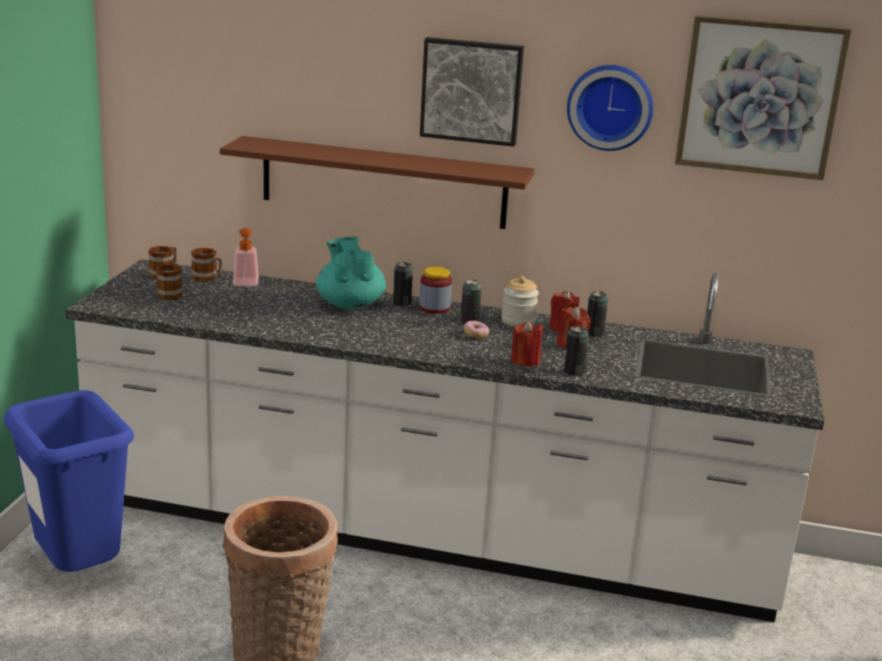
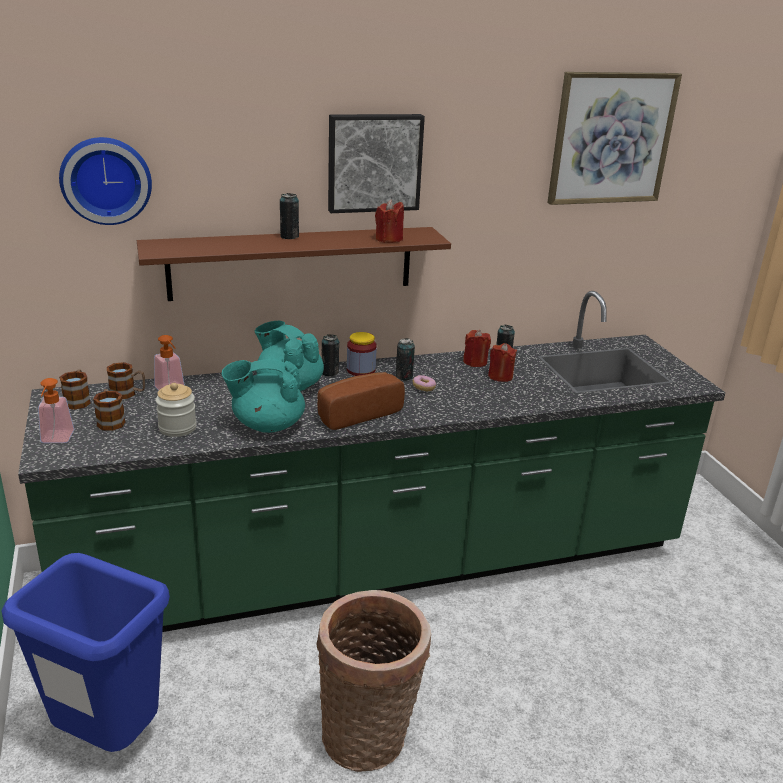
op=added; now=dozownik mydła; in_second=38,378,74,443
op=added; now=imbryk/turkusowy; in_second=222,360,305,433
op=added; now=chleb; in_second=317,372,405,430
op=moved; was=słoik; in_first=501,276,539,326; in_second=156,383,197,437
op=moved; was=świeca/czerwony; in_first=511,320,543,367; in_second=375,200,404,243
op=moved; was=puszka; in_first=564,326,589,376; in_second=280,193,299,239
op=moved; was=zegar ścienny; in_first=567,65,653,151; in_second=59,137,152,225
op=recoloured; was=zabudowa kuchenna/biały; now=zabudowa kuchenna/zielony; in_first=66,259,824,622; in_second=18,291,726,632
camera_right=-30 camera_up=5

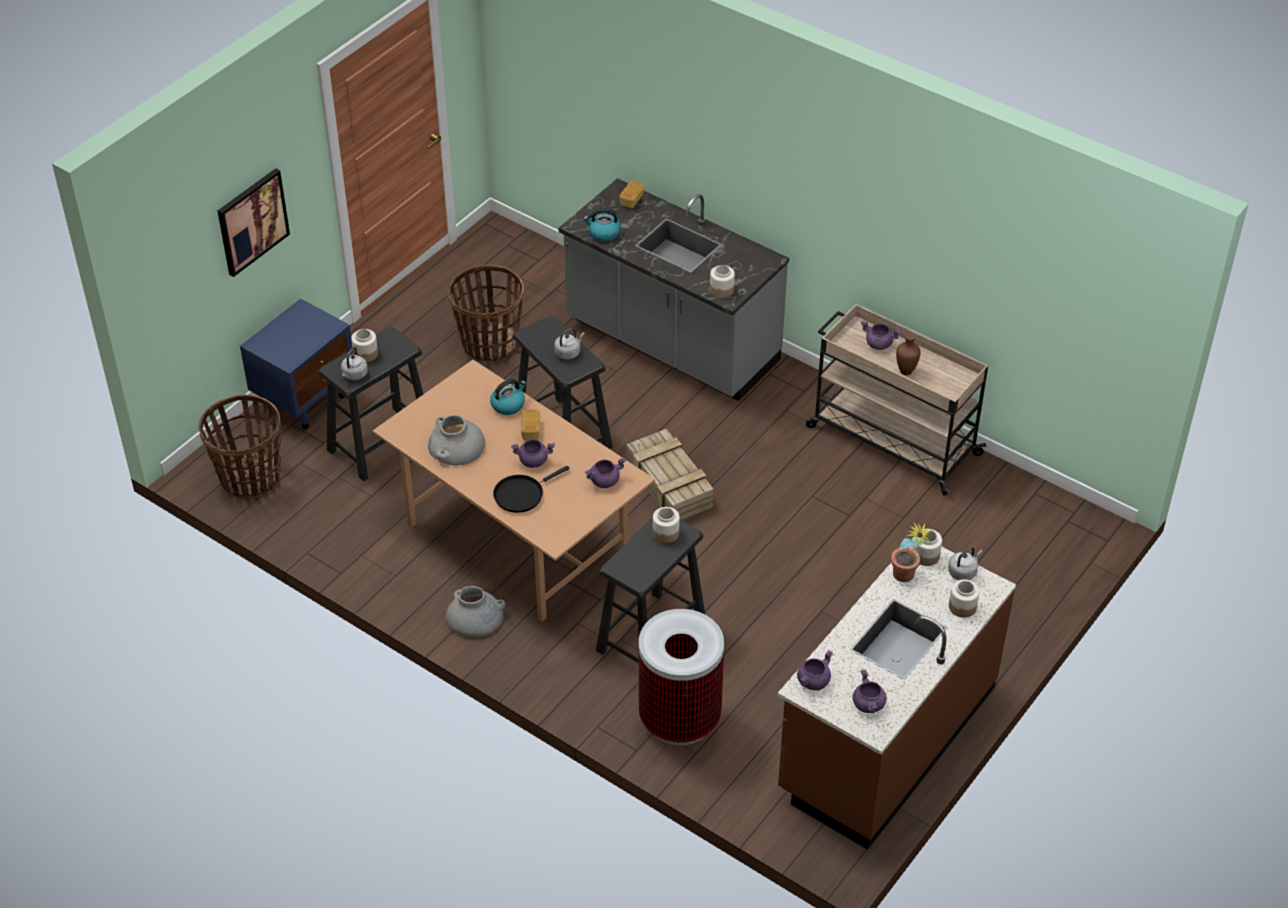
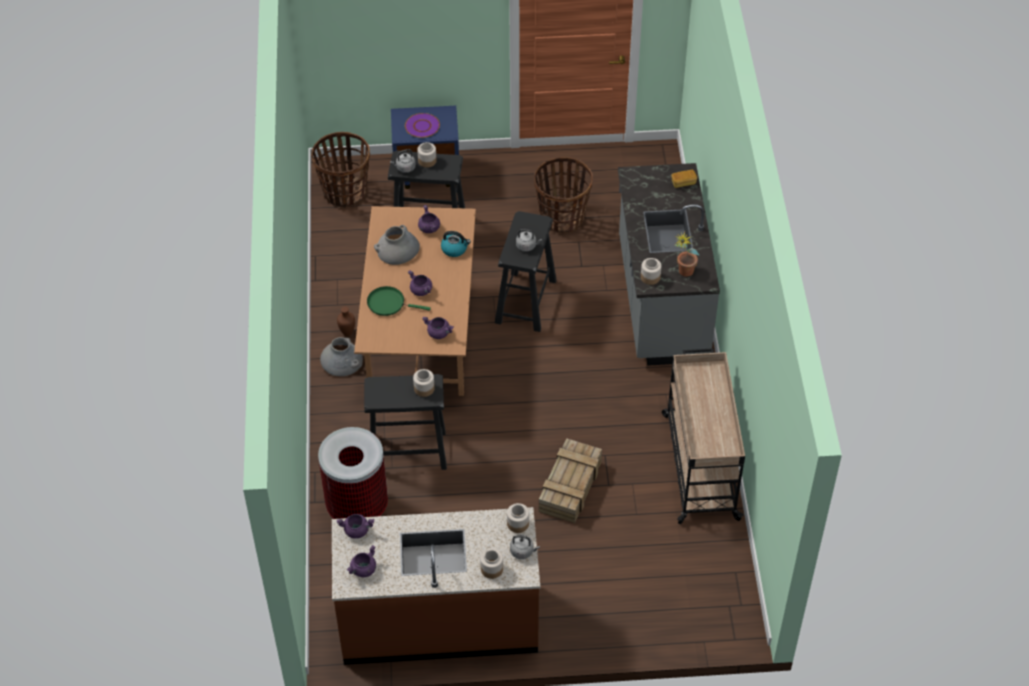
op=removed; was=obraz; in_first=218,168,290,277
op=removed; was=chleb; in_first=521,409,540,440
op=removed; was=czajnik; in_first=584,208,621,241
op=added; now=talerz/fioletowy; in_second=405,113,440,138
op=moved; was=skrzynka; in_first=626,429,714,520; in_second=539,438,602,523
op=moved; was=garnek/fioletowy; in_first=861,321,901,350; in_second=418,205,440,233
op=moved; was=roślina doniczkowa; in_first=891,522,933,582; in_second=674,233,699,276
op=moved; was=wazon/brązowy; in_first=896,333,921,375; in_second=337,307,355,336
op=recoloured; was=patelnia/czarny; now=patelnia/zielony; in_first=493,466,569,513; in_second=367,286,431,316
camera_right=50 camera_up=5

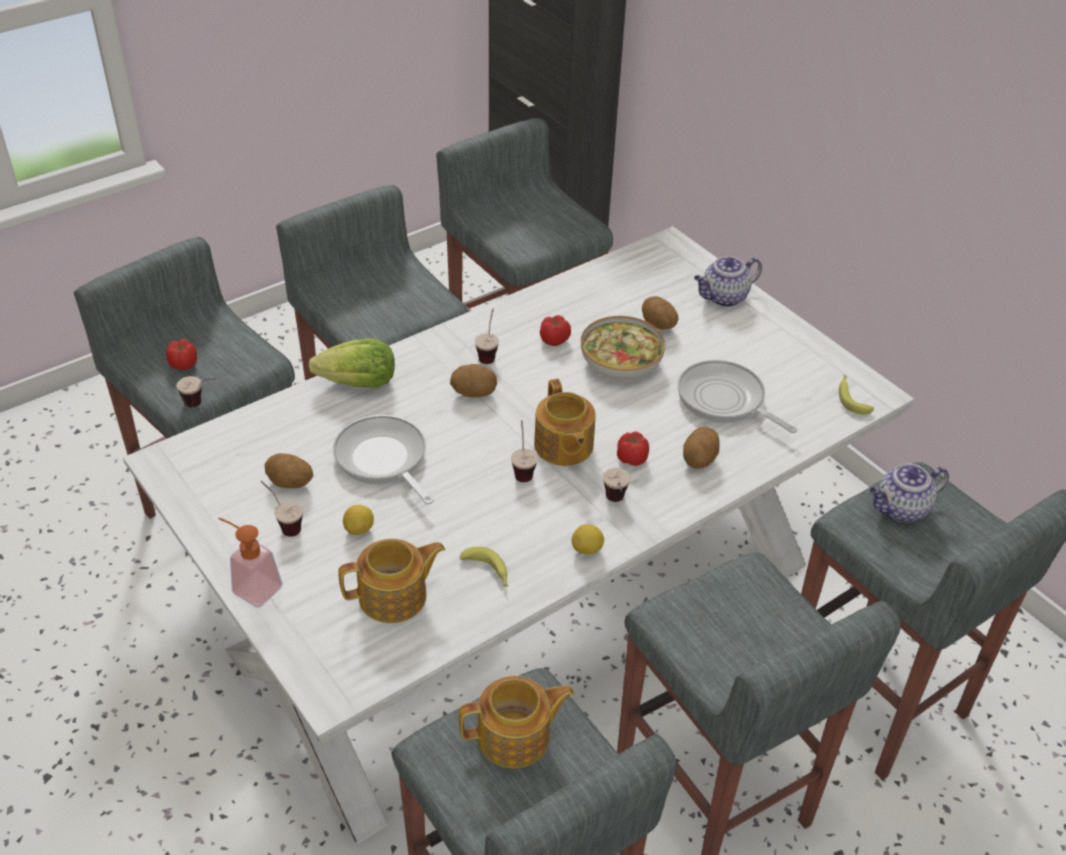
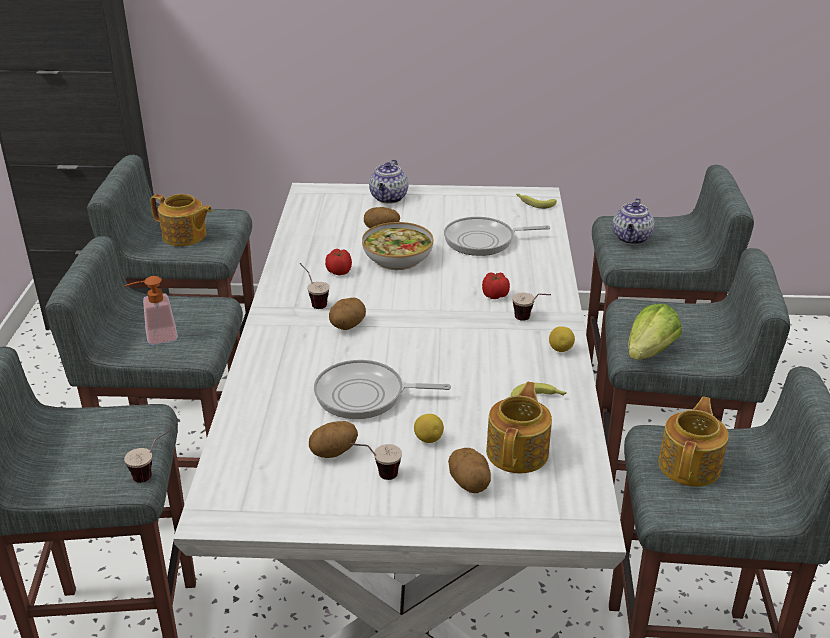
op=removed; was=pomidor; in_first=166,339,197,370
op=removed; was=filiżanka; in_first=511,420,538,482
op=moved; was=dozownik mydła; in_first=218,517,283,608; in_second=123,276,178,345
op=moved; was=sałata; in_first=308,339,395,388; in_second=628,304,682,360
op=moved; was=imbryk; in_first=534,379,596,466; in_second=151,194,212,246
op=moved; was=ziemniak; in_first=683,427,720,469; in_second=448,448,491,493
camera_right=-50 camera_up=-10

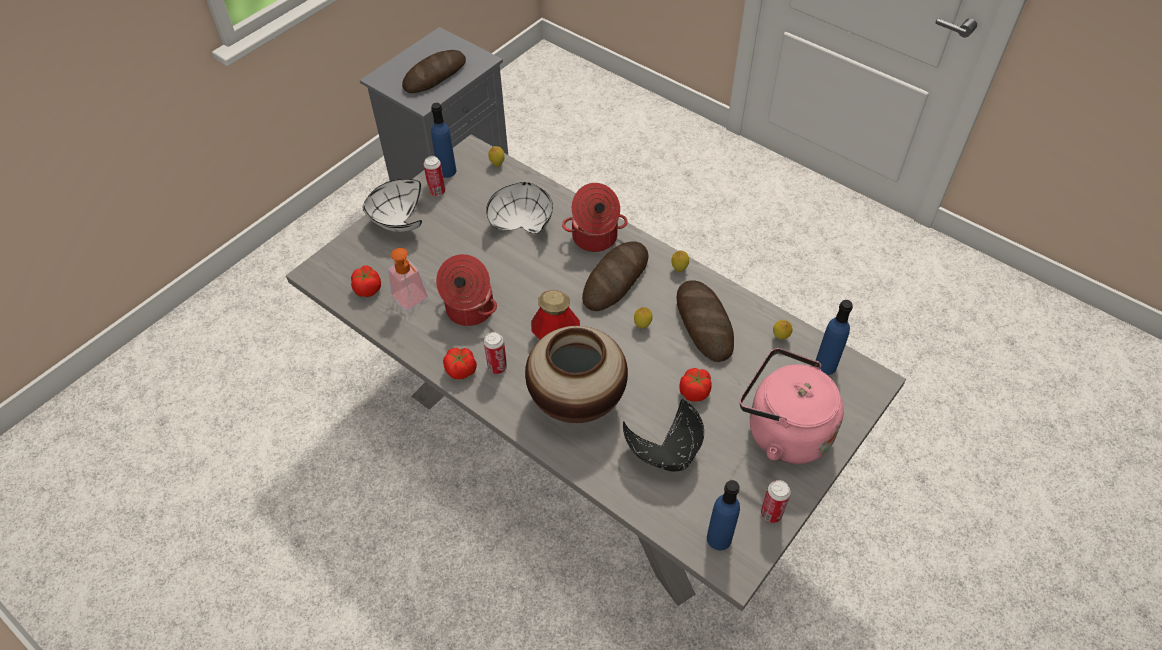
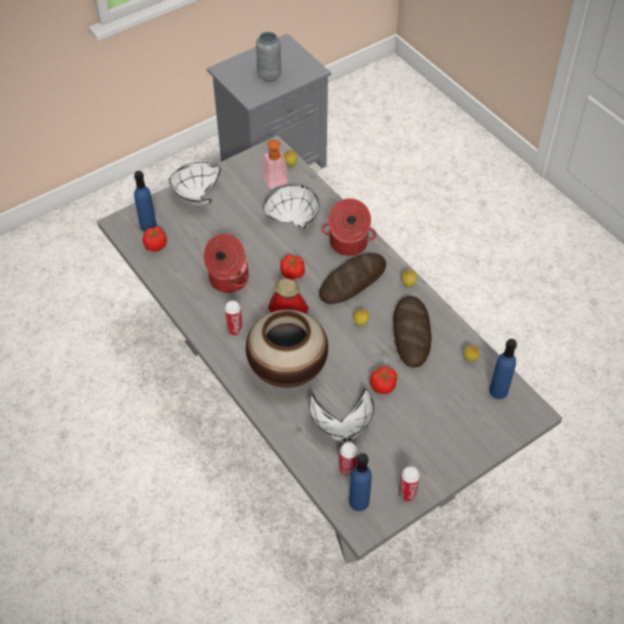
op=removed; was=czajnik/różowy; in_first=740,348,844,464
op=moved; was=dozownik mydła; in_first=388,248,428,310; in_second=262,140,289,189
op=moved; was=puszka; in_first=424,156,445,196; in_second=339,442,358,477
op=moved; was=butelka/niebieski; in_first=431,103,456,178; in_second=134,171,157,232
op=moved; was=pomidor; in_first=443,348,477,379; in_second=280,254,305,279
op=replaced; was=chleb; now=wazon/szary; in_first=402,50,466,94; in_second=256,32,281,82
op=recoloured; was=miska/czarny; now=miska/biały; in_first=623,399,704,471; in_second=309,388,374,443
camera_right=15 camera_up=0

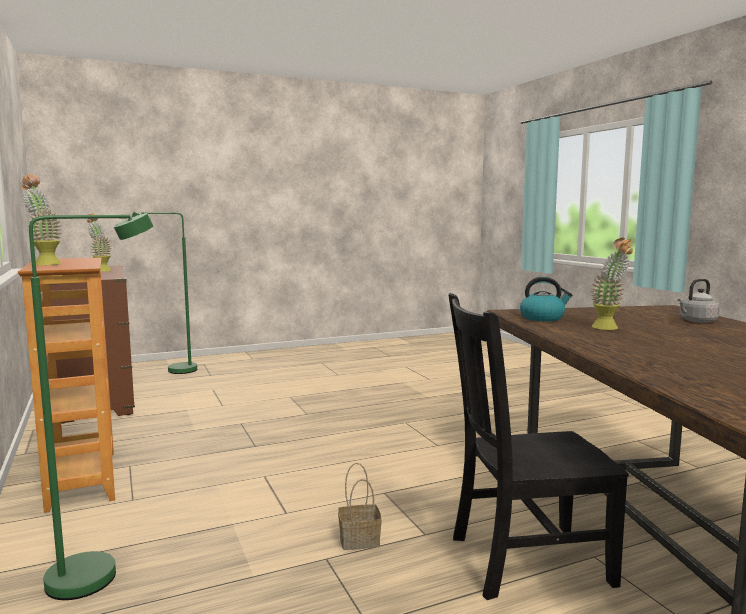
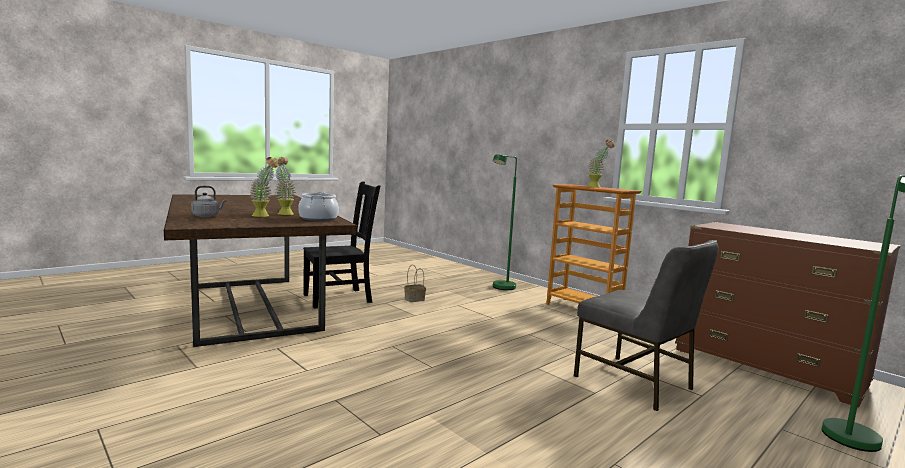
op=added; now=krzesło/szary; in_second=574,240,719,411
op=moved; was=roślina doniczkowa; in_first=86,213,112,272; in_second=250,157,278,217
op=replaced; was=czajnik; now=garnek; in_first=520,277,572,321; in_second=298,192,339,221
camera_right=160 camera_up=0

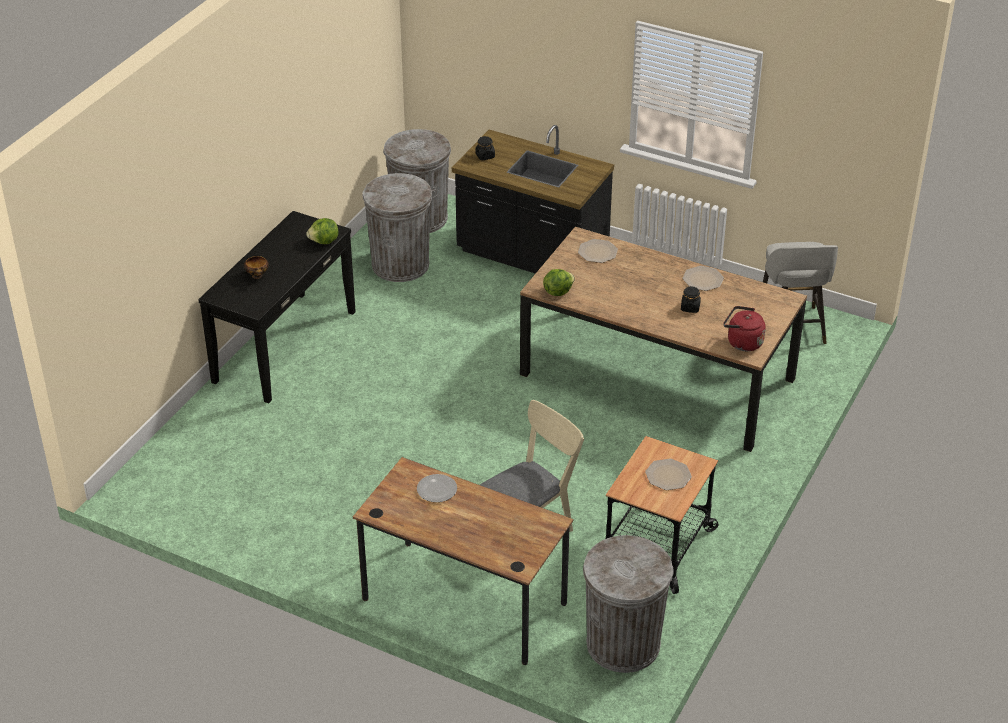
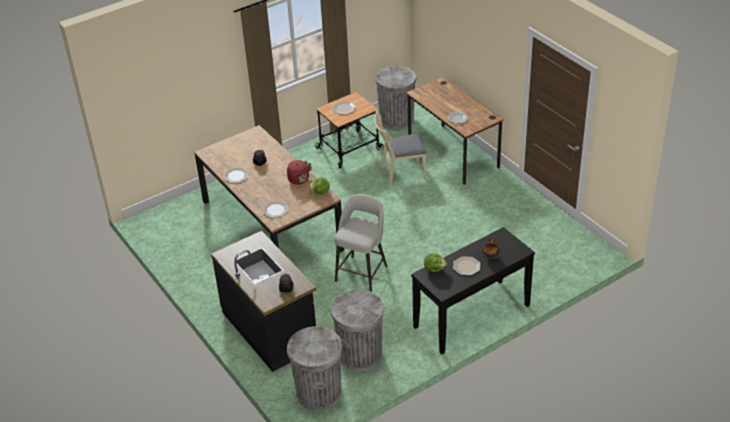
op=added; now=talerz; in_second=453,256,480,275
op=moved; was=czajnik/czerwony; in_first=723,306,766,351; in_second=287,160,312,185
op=moved; was=stołek/szary; in_first=763,242,838,344; in_second=334,194,388,292
camera_right=-150 camera_up=0

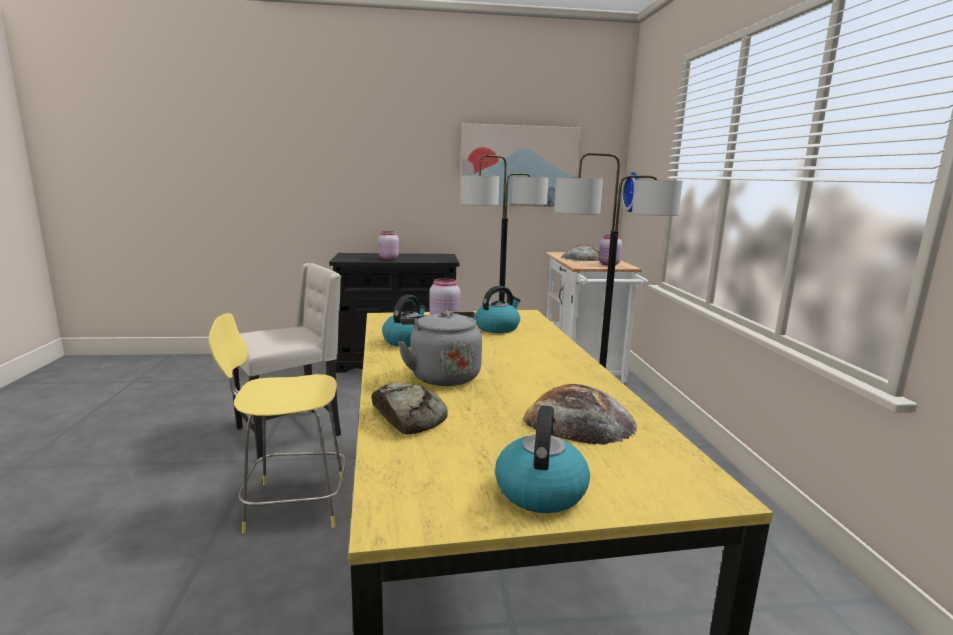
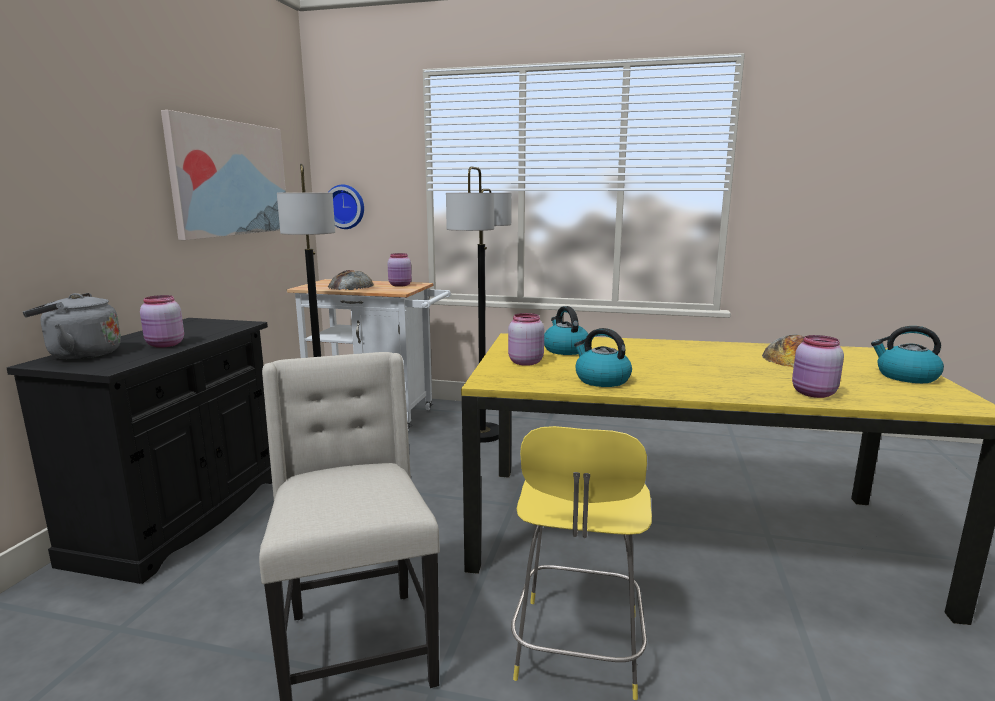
op=moved; was=czajnik/szary; in_first=398,310,482,386; in_second=23,293,121,359
op=replaced; was=chleb; now=słoik/różowy; in_first=372,383,448,435; in_second=792,335,844,398
camera_right=-70 camera_up=0

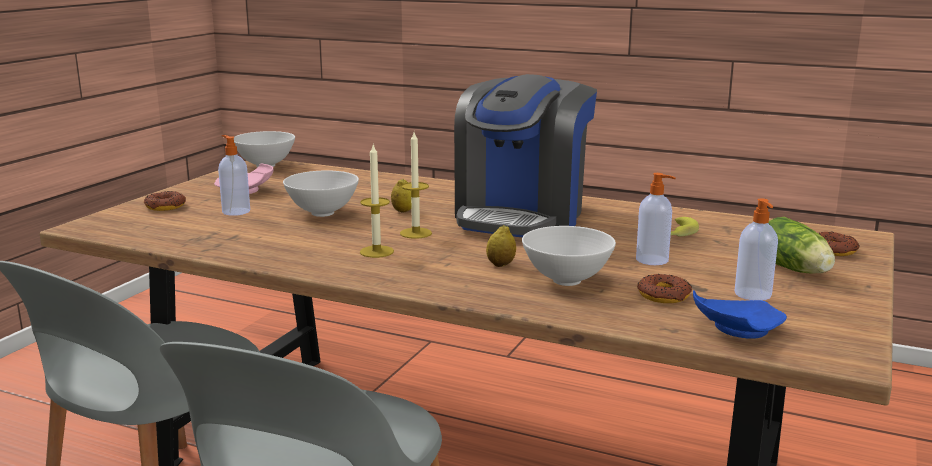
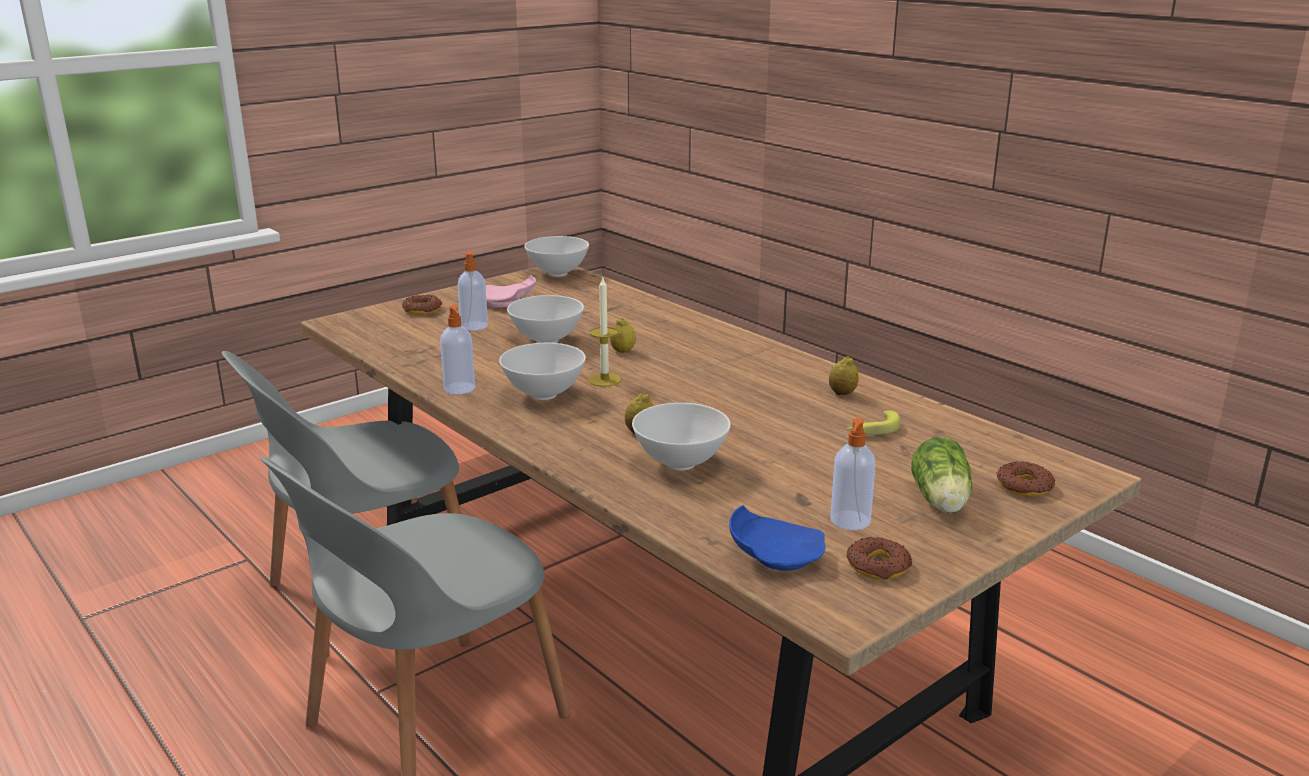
op=removed; was=ekspres do kawy; in_first=454,74,597,237
op=added; now=cytryna; in_second=829,356,859,395
op=moved; was=dozownik mydła; in_first=636,173,676,265; in_second=440,305,475,394
op=moved; was=donut; in_first=637,274,692,303; in_second=847,537,912,580
op=replaced; was=świeca; now=miska/biały; in_first=360,143,394,258; in_second=499,343,586,400
camera_right=25 camera_up=5

